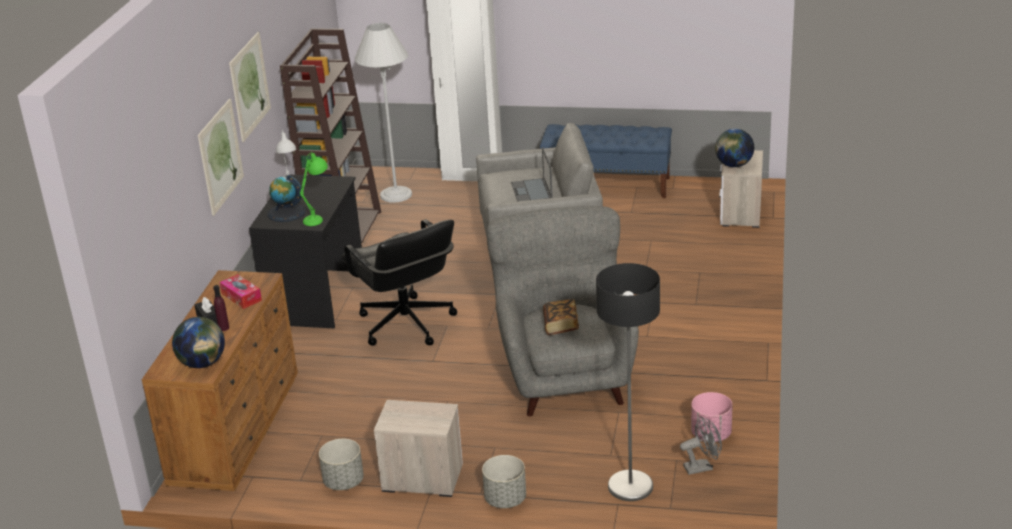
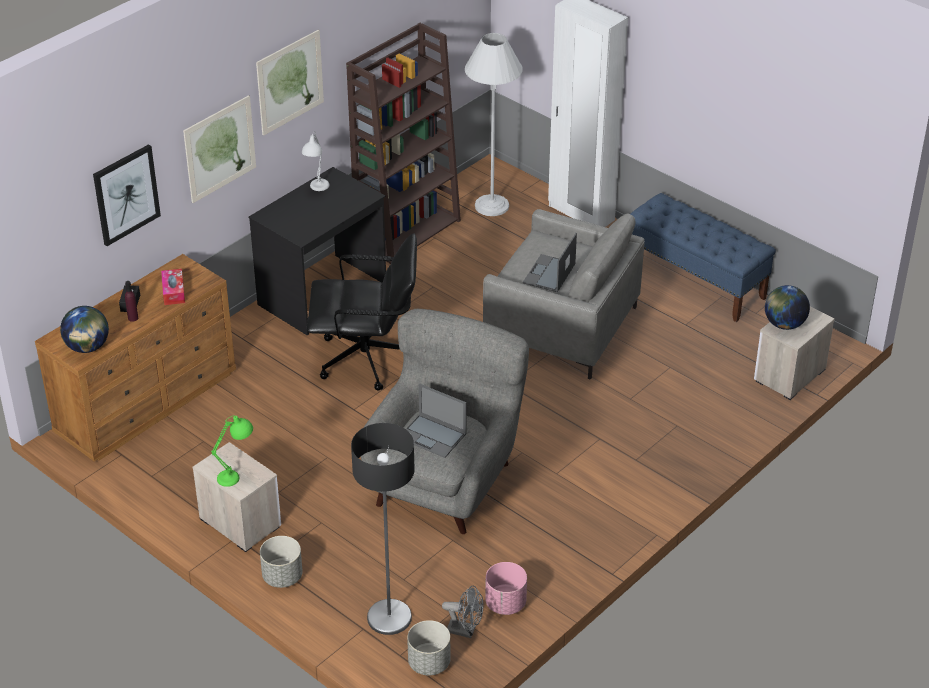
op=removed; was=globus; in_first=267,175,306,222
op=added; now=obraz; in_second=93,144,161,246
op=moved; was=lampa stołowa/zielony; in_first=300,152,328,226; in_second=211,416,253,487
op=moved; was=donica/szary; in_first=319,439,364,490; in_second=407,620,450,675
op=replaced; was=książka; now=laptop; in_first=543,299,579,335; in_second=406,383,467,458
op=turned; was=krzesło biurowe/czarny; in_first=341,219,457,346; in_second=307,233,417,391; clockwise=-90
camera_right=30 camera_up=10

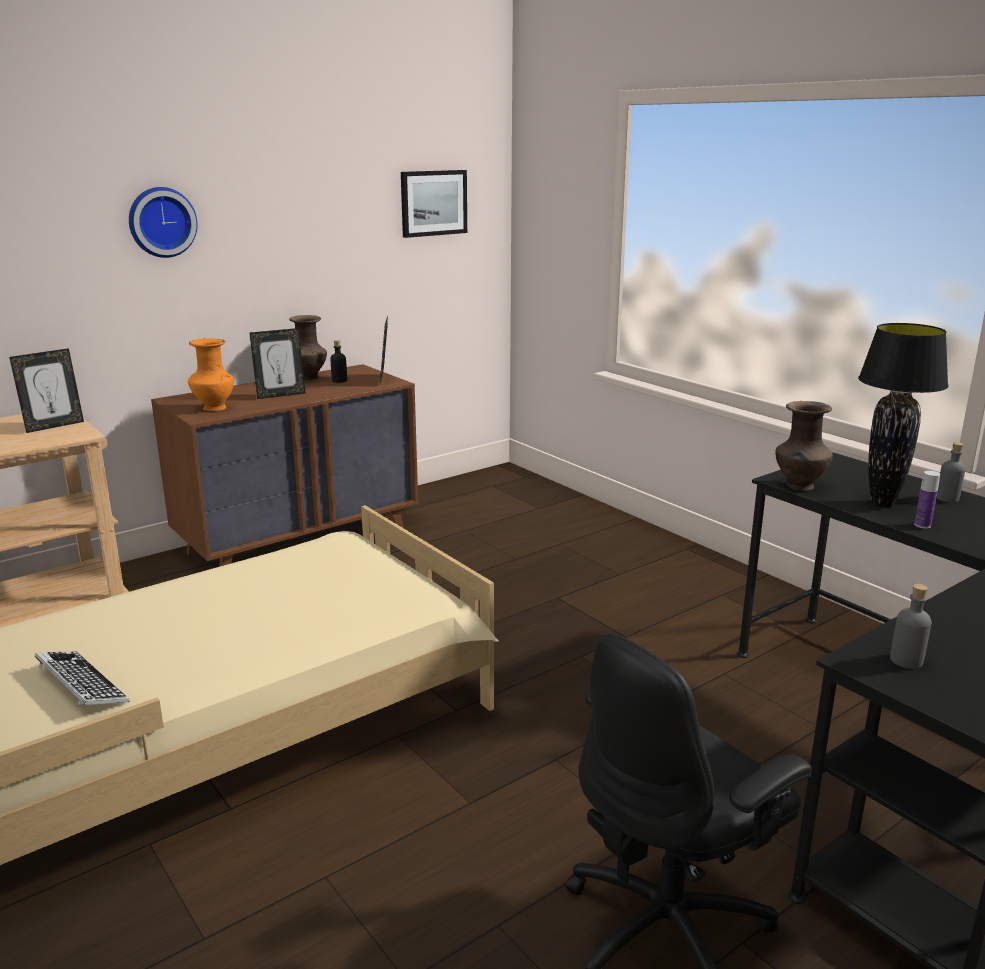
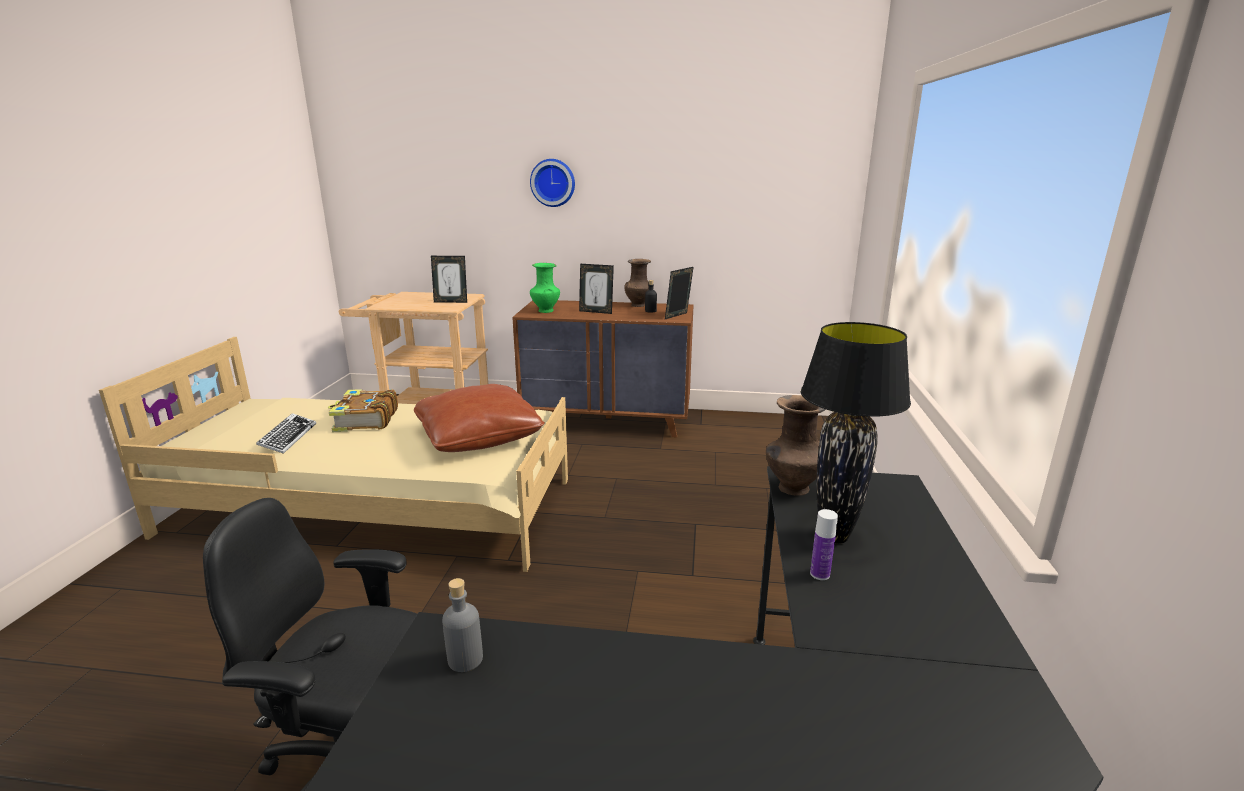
op=removed; was=obraz; in_first=401,170,467,238
op=removed; was=butelka/szary; in_first=936,442,966,502
op=added; now=książka; in_second=328,389,398,432
op=added; now=poduszka/brązowy; in_second=414,384,545,452
op=recoloured; was=wazon/pomarańczowy; now=wazon/zielony; in_first=188,339,234,411; in_second=530,263,560,313
camera_right=45 camera_up=0

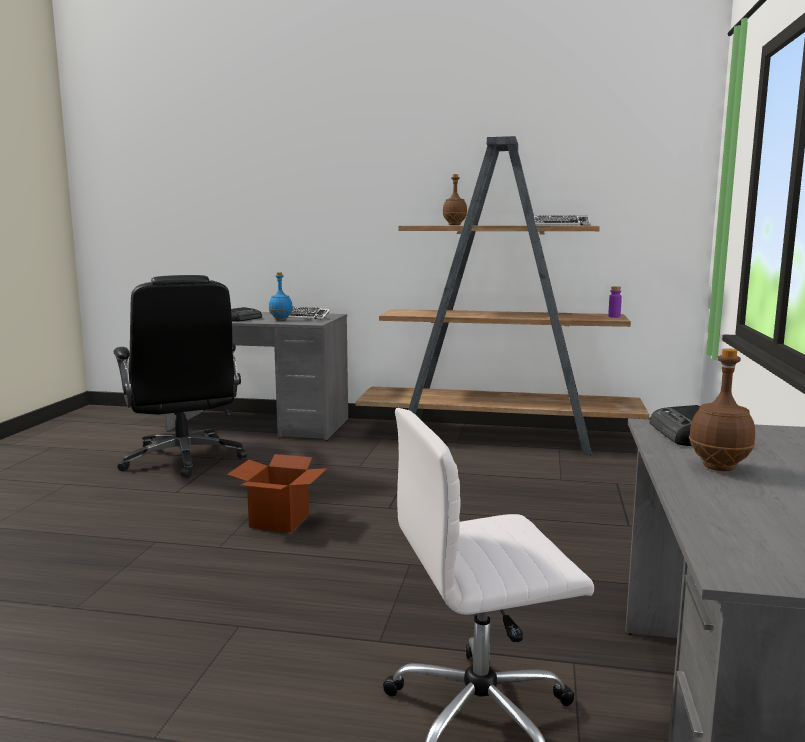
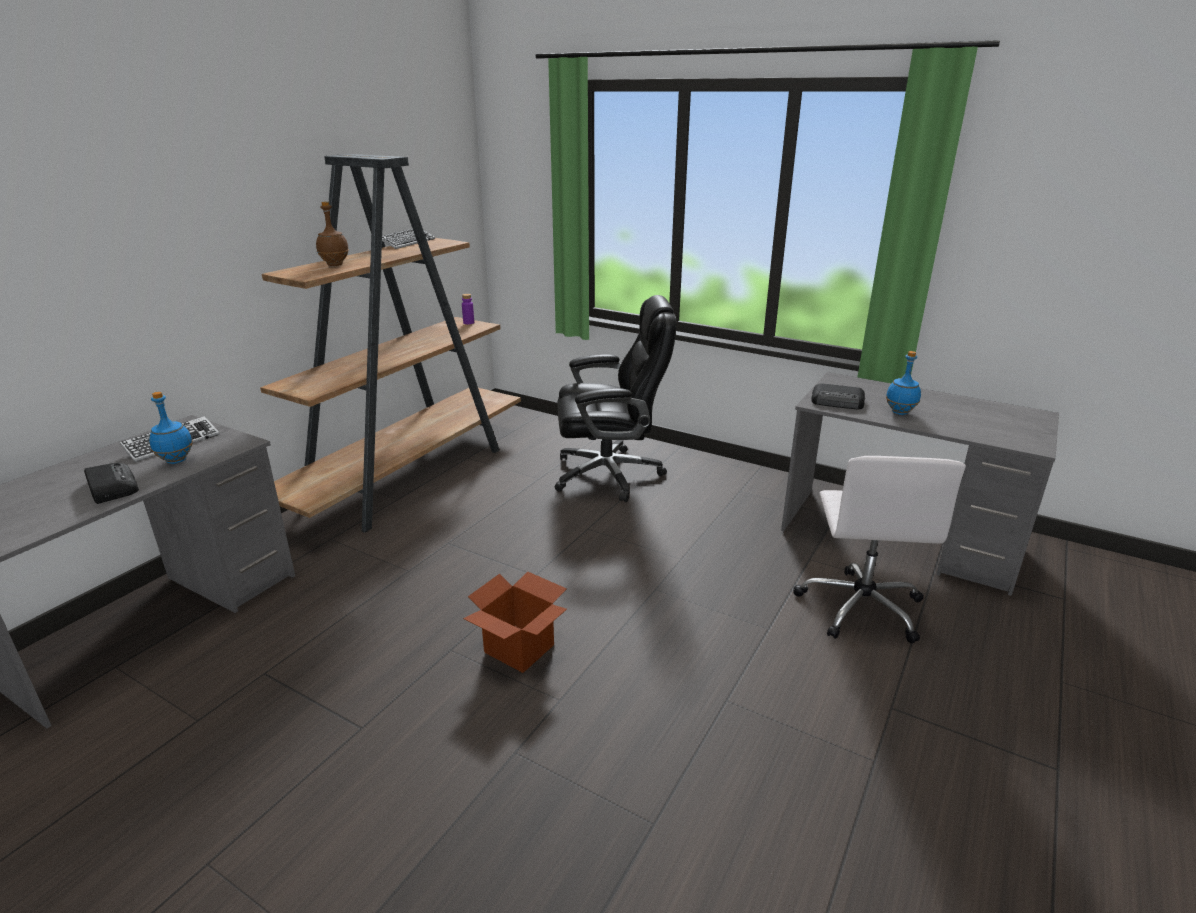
op=moved; was=krzesło biurowe/czarny; in_first=114,275,247,478; in_second=554,295,677,502
op=recoloured; was=butelka/brązowy; now=butelka/niebieski; in_first=689,349,755,471; in_second=886,351,921,415
camera_right=-70 camera_up=15

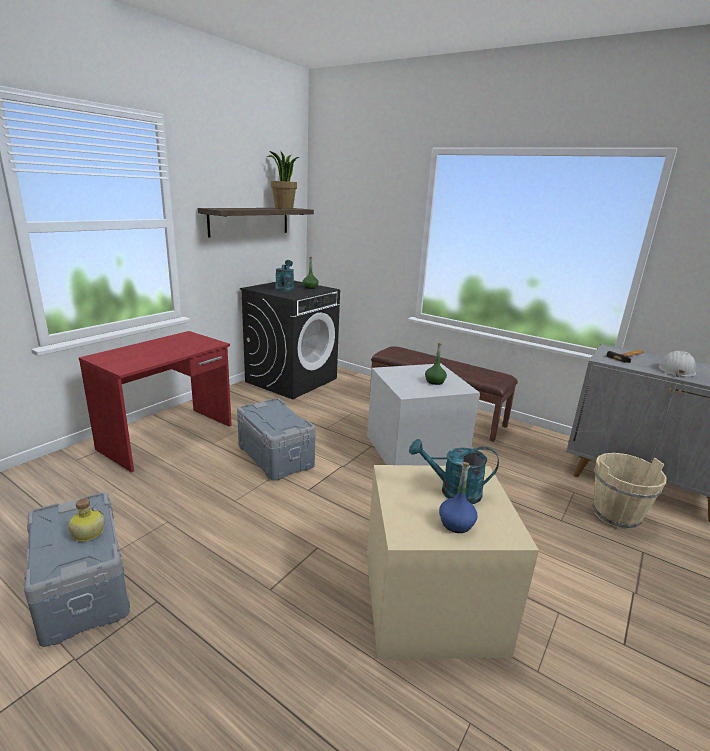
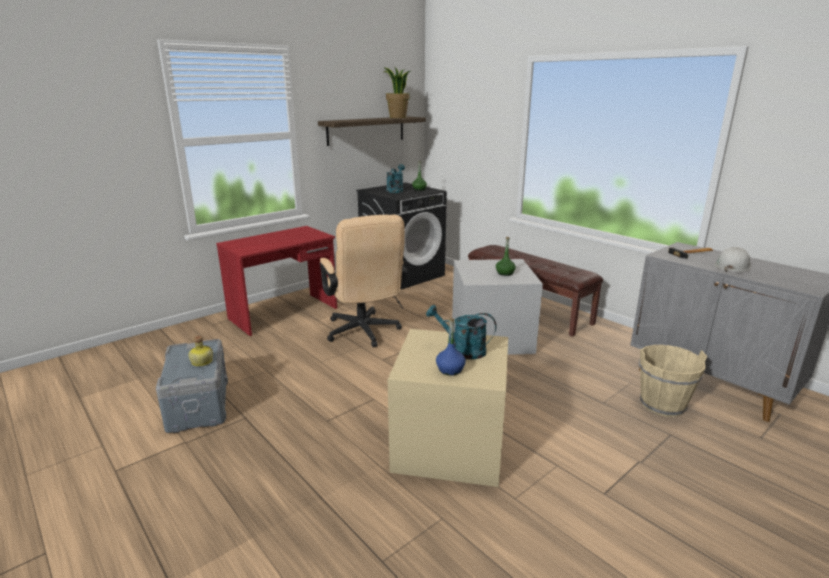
op=replaced; was=pojemnik do przechowywania/szary; now=krzesło biurowe/beżowy; in_first=237,398,316,481; in_second=320,215,408,347
camera_right=15 camera_up=0

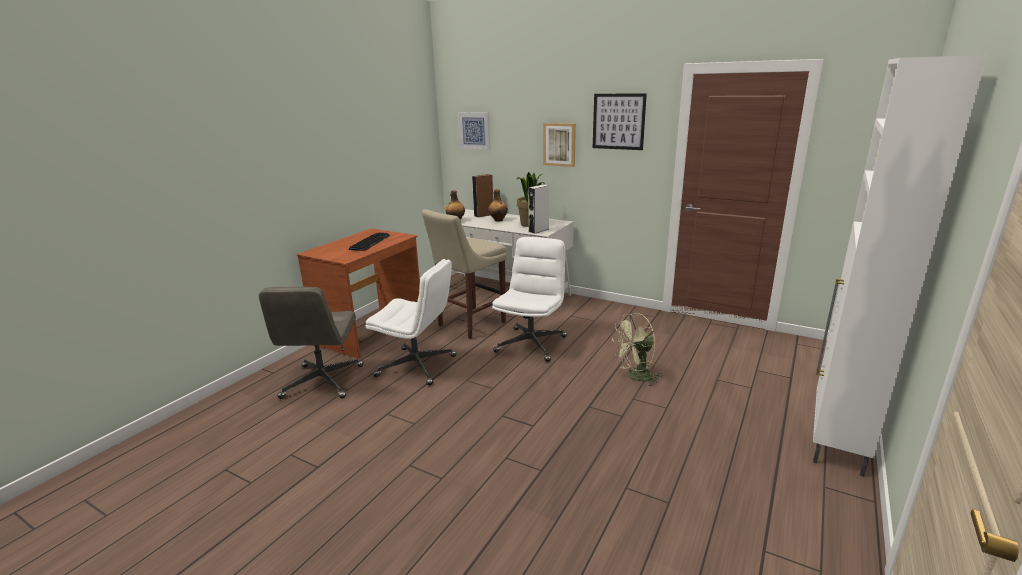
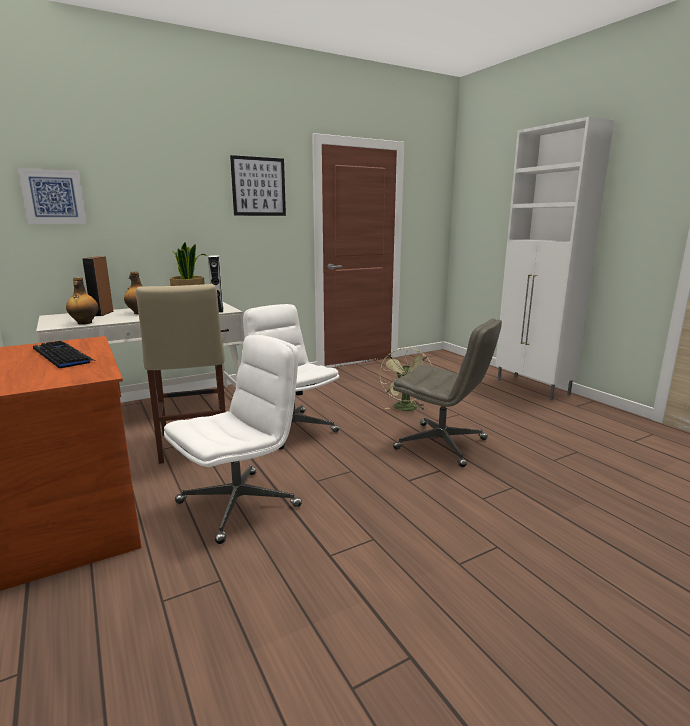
op=removed; was=obraz; in_first=543,123,576,167
op=moved; was=krzesło biurowe/szary; in_first=259,287,363,399; in_second=393,318,502,467
camera_right=-60 camera_up=-5

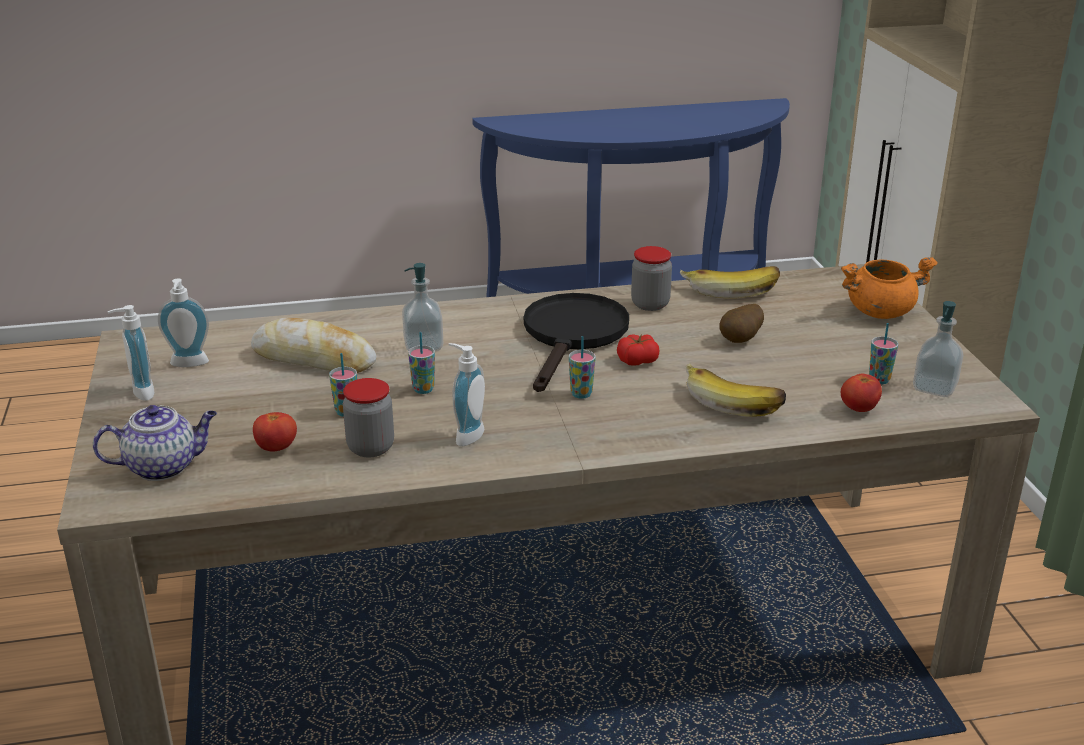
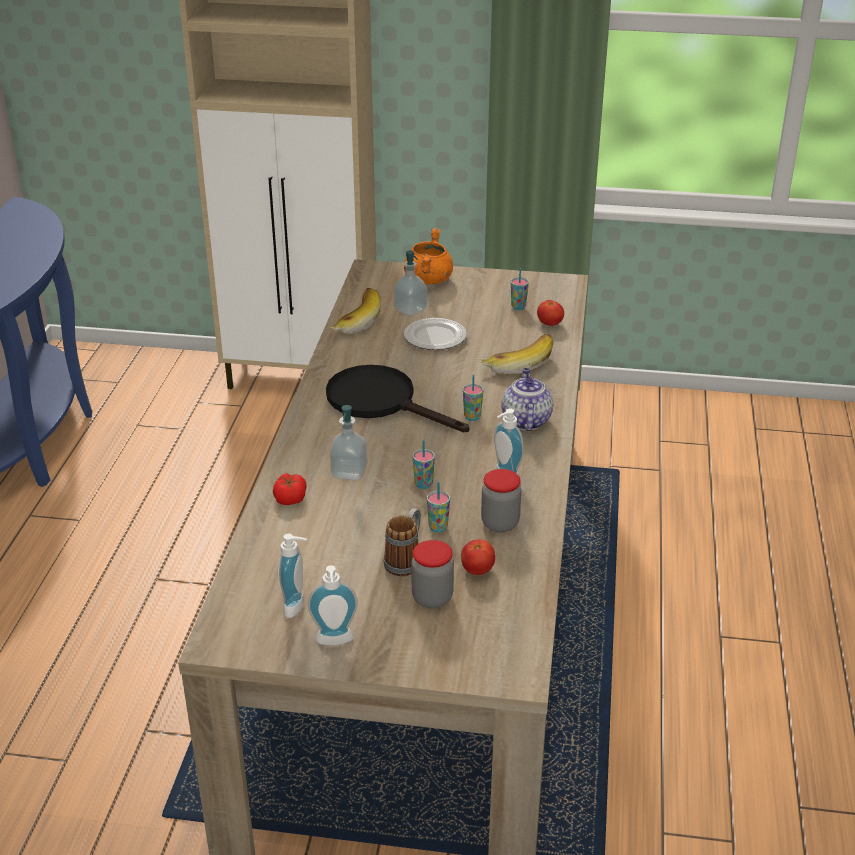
op=removed; was=chleb; in_first=251,318,376,373
op=added; now=kubek; in_second=383,508,421,576
op=moved; was=imbryk; in_first=93,405,217,481; in_second=501,368,553,431
op=moved; was=pomidor; in_first=617,334,659,366; in_second=273,473,307,505
op=moved; was=słoik; in_first=631,246,672,311; in_second=411,540,454,608
op=moved; was=dozownik mydła; in_first=913,301,963,397; in_second=394,251,427,316
op=replaced; was=ziemniak; now=talerz; in_first=719,304,764,343; in_second=404,318,467,350
camera_right=-70 camera_up=5

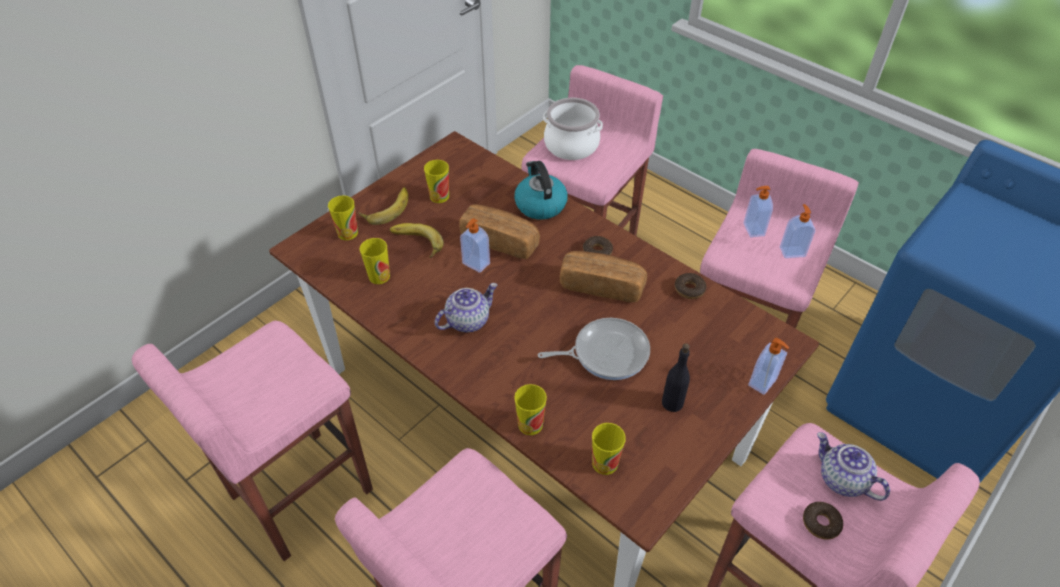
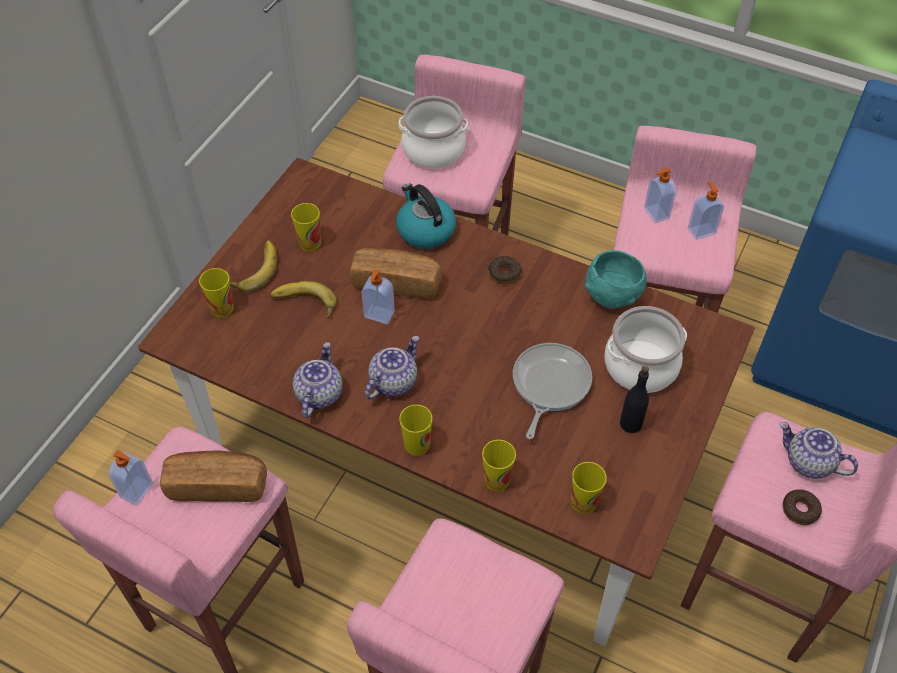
op=added; now=imbryk; in_second=293,342,342,418
op=added; now=garnek; in_second=604,306,687,393
op=moved; was=filiżanka; in_first=360,238,390,284; in_second=399,405,432,456
op=moved; was=chleb; in_first=560,251,647,302; in_second=160,451,267,502
op=moved; was=dozownik mydła; in_first=748,337,789,395; in_second=109,450,153,506
op=replaced; was=donut; now=miska/turkusowy; in_first=675,273,706,299; in_second=585,250,647,309
op=turned; was=patelnia; in_first=538,318,650,380; in_second=513,343,592,439; clockwise=-45
camera_right=-15 camera_up=5

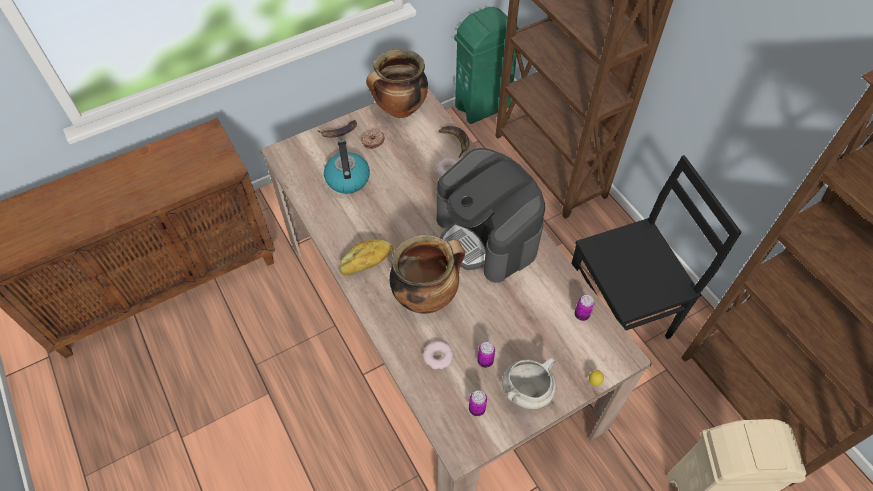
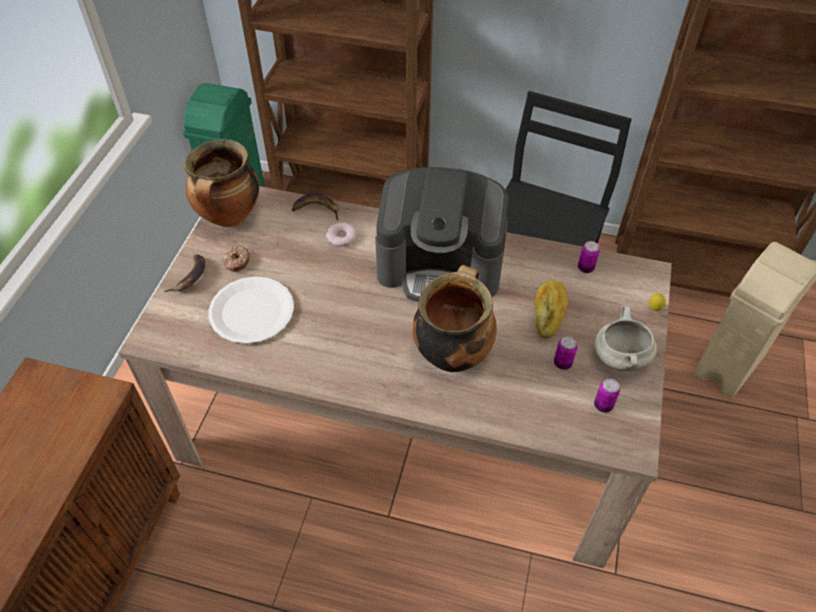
op=removed; was=donut; in_first=423,341,453,369
op=moved; was=chleb; in_first=339,240,393,275; in_second=534,280,568,338
op=replaced; was=czajnik; now=talerz/biały; in_first=324,140,370,194; in_second=209,276,294,344
camera_right=-45 camera_up=-5

